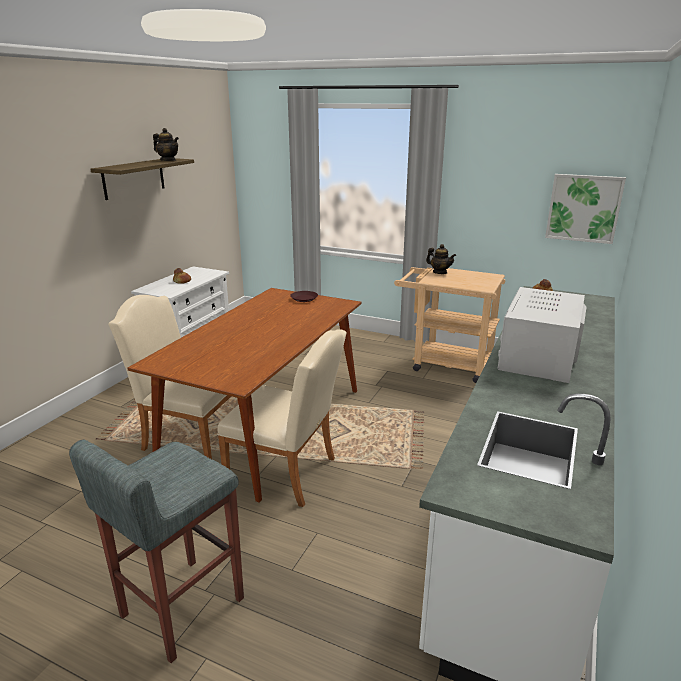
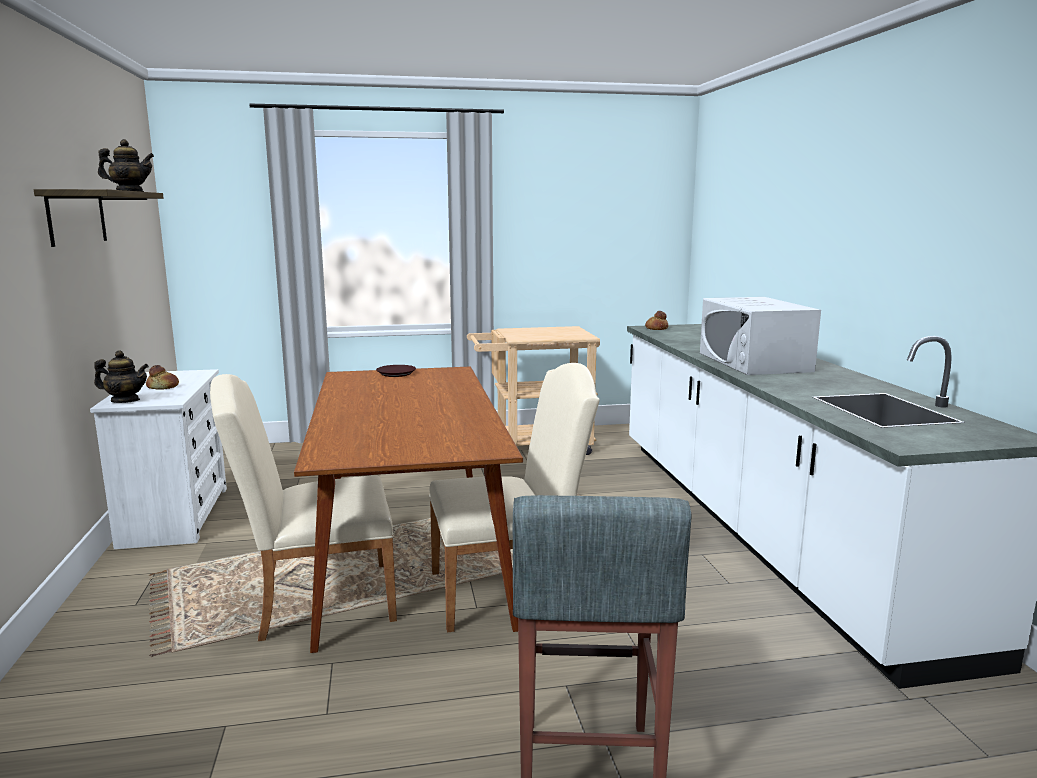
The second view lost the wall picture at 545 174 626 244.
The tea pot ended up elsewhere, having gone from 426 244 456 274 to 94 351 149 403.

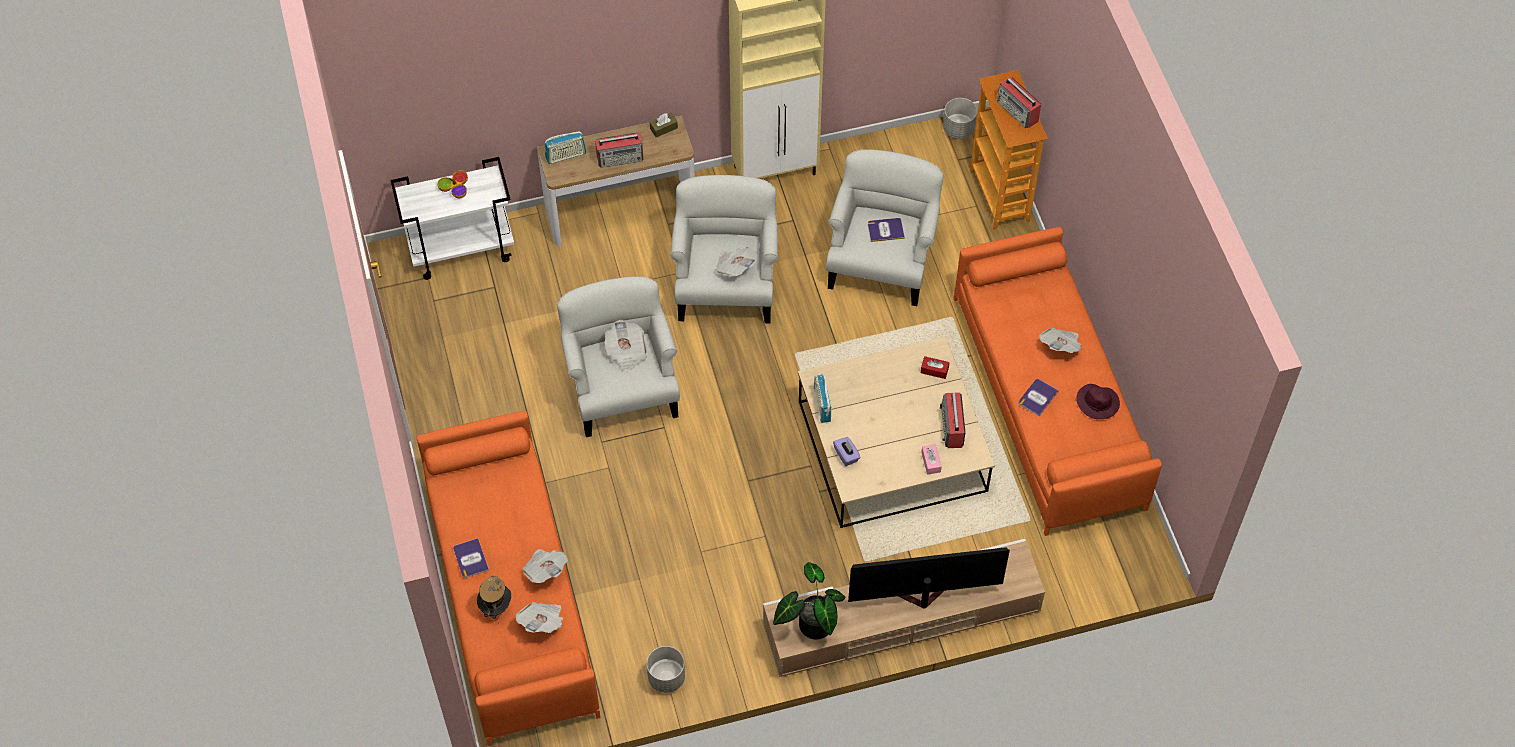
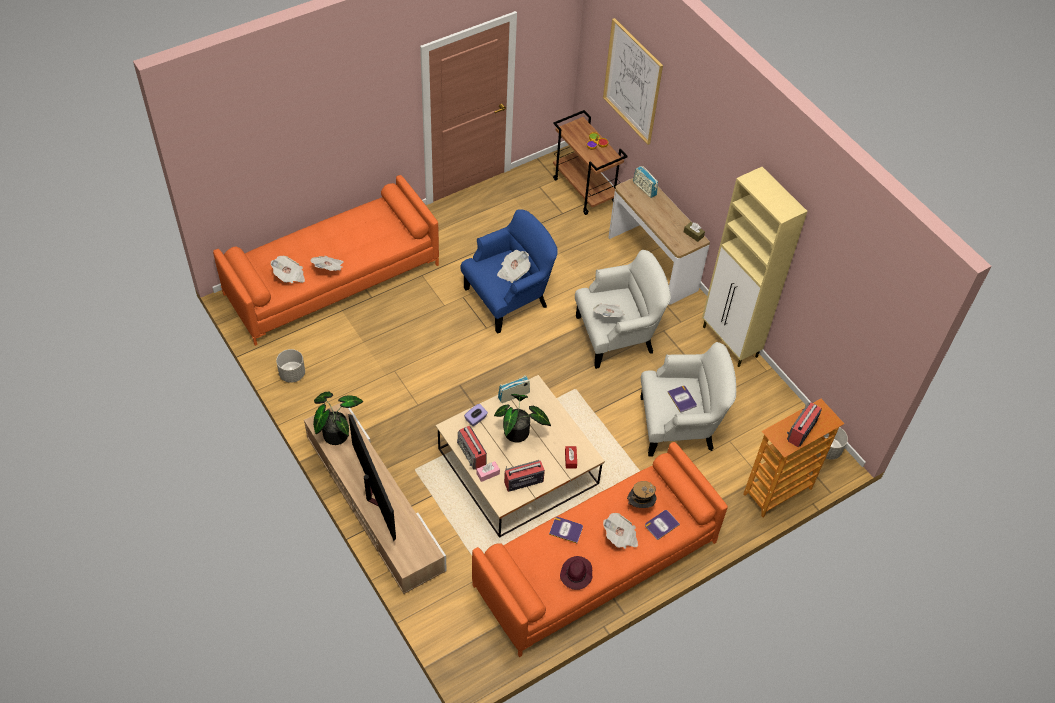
The radio receiver ended up elsewhere, having gone from 595 132 644 168 to 457 426 487 470.
What was the whitish trolley at 391 157 514 280 turned into the brownish trolley at 553 110 628 215.
What was the whitish lounge chair at 557 276 680 437 turned into the blue lounge chair at 460 209 558 334.
The book ended up elsewhere, having gone from 453 538 489 578 to 645 510 680 540.
The clothing hat ended up elsewhere, having gone from 477 576 511 619 to 627 481 656 510.
The second view gained the wall picture at 603 18 663 145.
The second view gained the potted plant at 494 394 551 443.

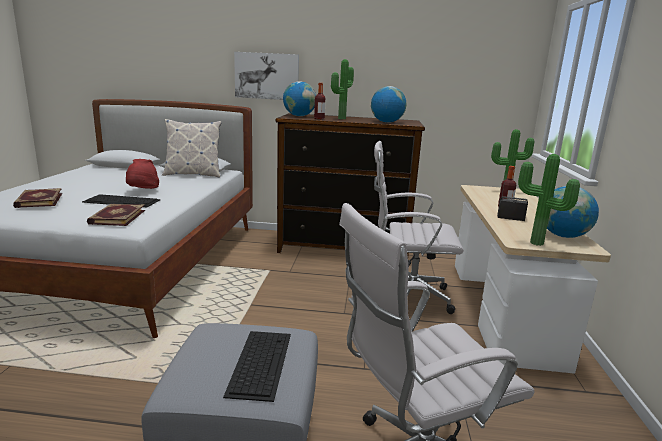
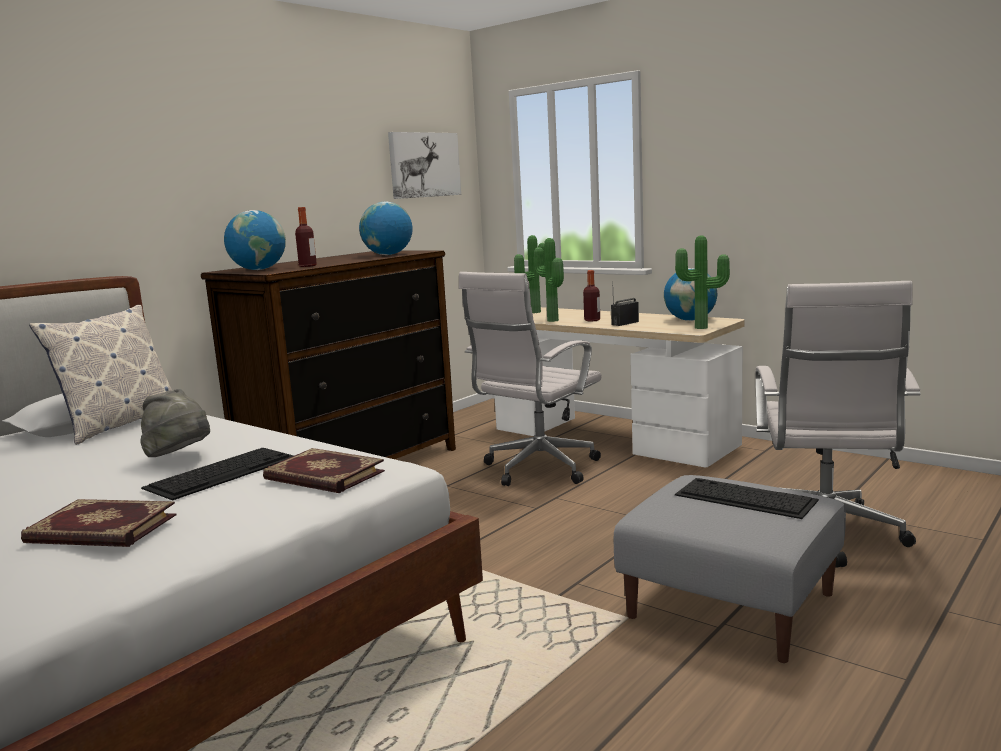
The wall picture ended up elsewhere, having gone from 234 52 299 100 to 388 132 461 199.
The potted plant ended up elsewhere, having gone from 331 59 354 119 to 534 238 564 322.
What was the reddish clothing hat at 126 159 159 189 turned into the grey clothing hat at 140 389 210 457.

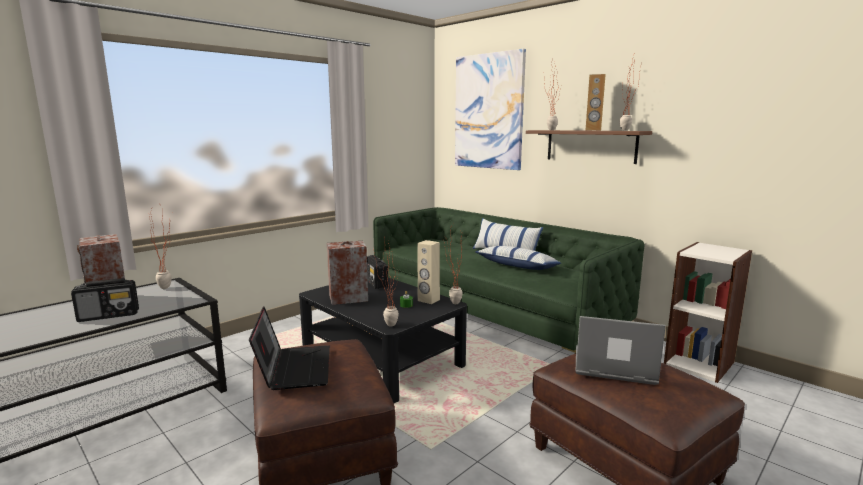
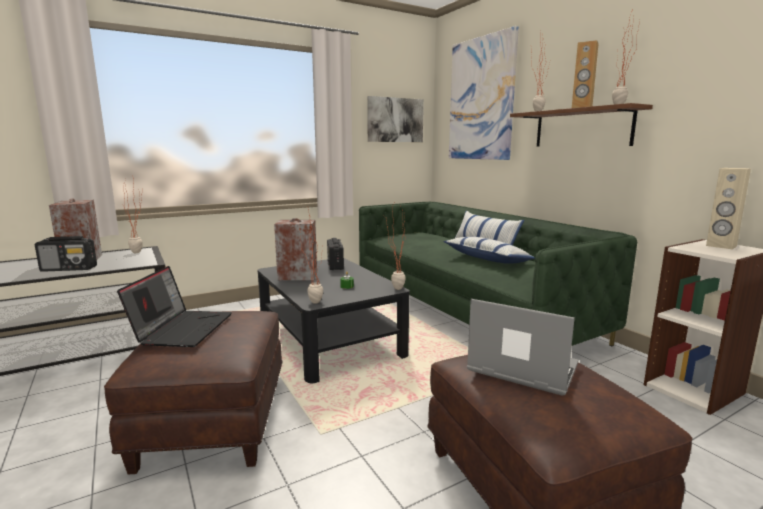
The beige loudspeaker ended up elsewhere, having gone from 417 240 440 304 to 706 168 751 249.
The second view gained the wall picture at 367 96 424 142.

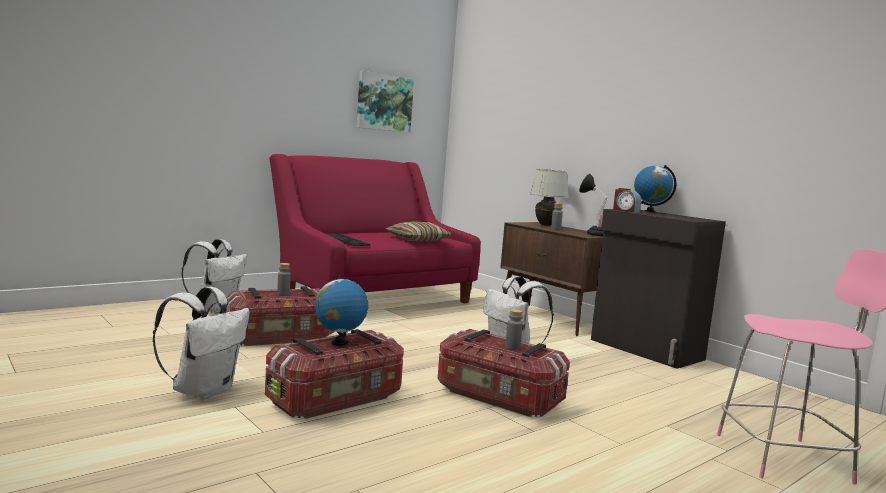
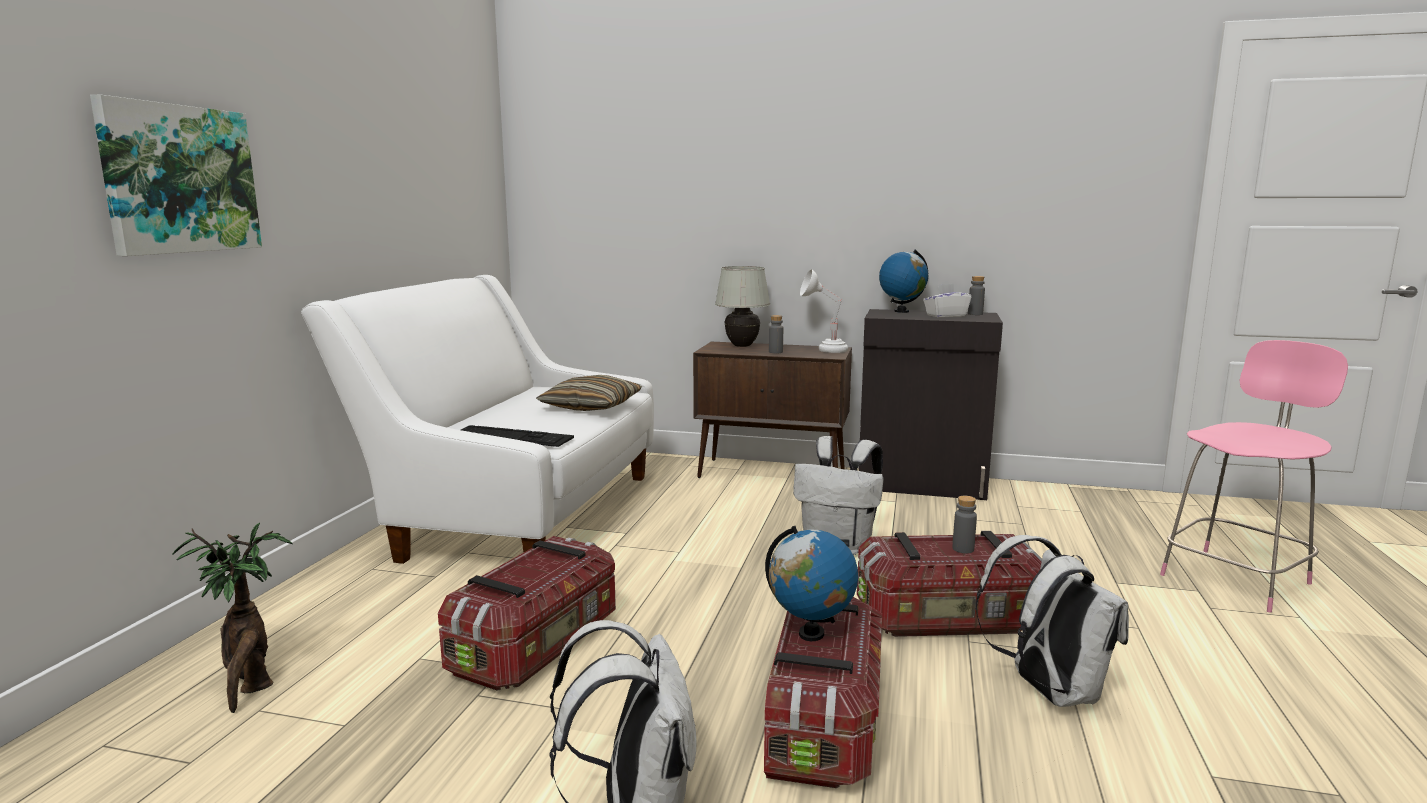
The wall picture ended up elsewhere, having gone from 357 71 414 133 to 90 94 262 256.
What was the reddish couch at 269 154 481 303 turned into the whitish couch at 301 275 654 564.
What was the black table lamp at 579 174 607 236 turned into the whitish table lamp at 800 269 848 353.
The second view lost the alarm clock at 613 188 641 212.
The whitish backpack ended up elsewhere, having gone from 181 239 247 314 to 975 535 1129 707.
The grey bottle ended up elsewhere, having gone from 277 263 291 296 to 968 276 985 315.
The second view gained the whitish tissue box at 923 283 971 318.
The second view gained the potted plant at 172 523 293 713.

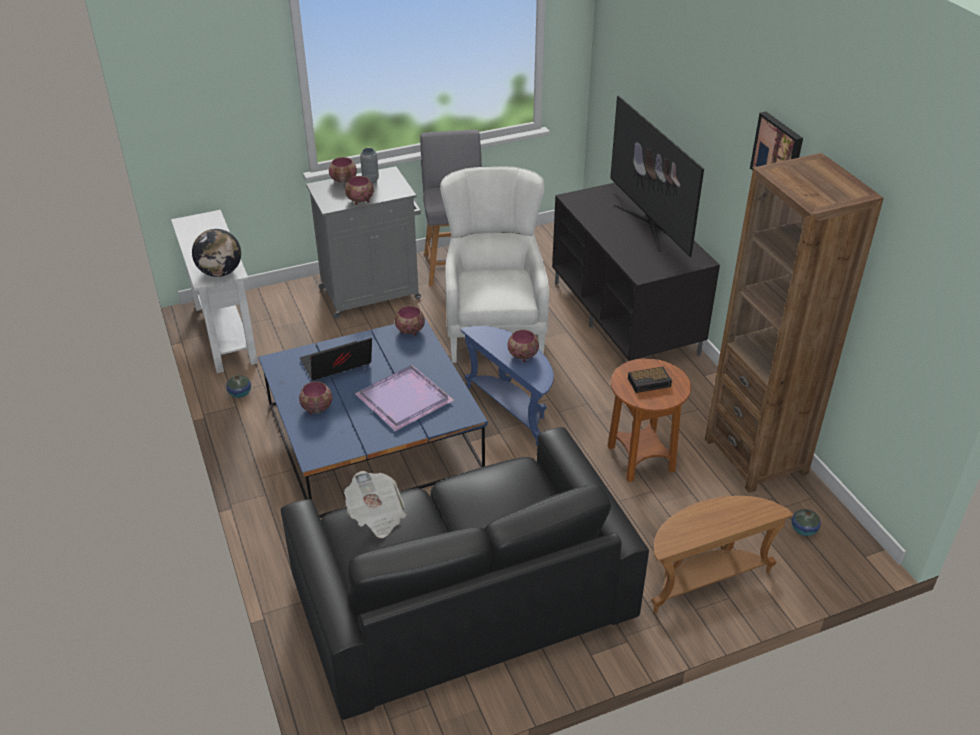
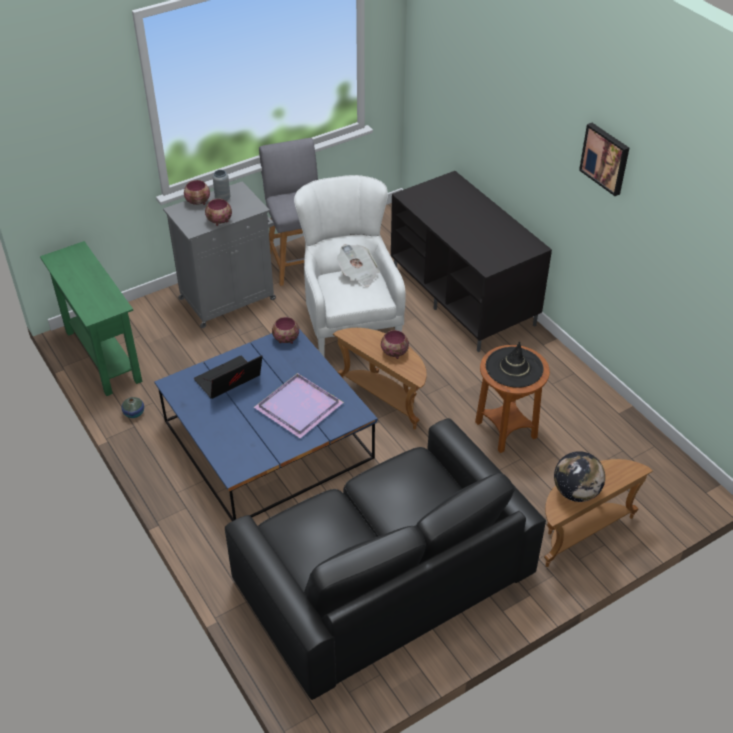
The second view lost the television at 610 96 704 257.
The second view lost the brownish bookshelf at 705 153 884 493.
What was the whitish console table at 171 210 258 373 turned into the green console table at 40 241 142 396.
The desk globe ended up elsewhere, having gone from 192 229 241 277 to 554 451 605 502.
What was the blue side table at 461 326 554 446 turned into the brownish side table at 333 328 427 430.
Where the alarm clock stood at 628 367 672 393, the black clothing hat came to stand at 486 342 544 388.
The second view lost the serving bowl at 299 381 332 415.
The daily paper ended up elsewhere, having gone from 344 471 406 538 to 337 244 380 287.
The second view lost the flower vase at 791 509 821 536.

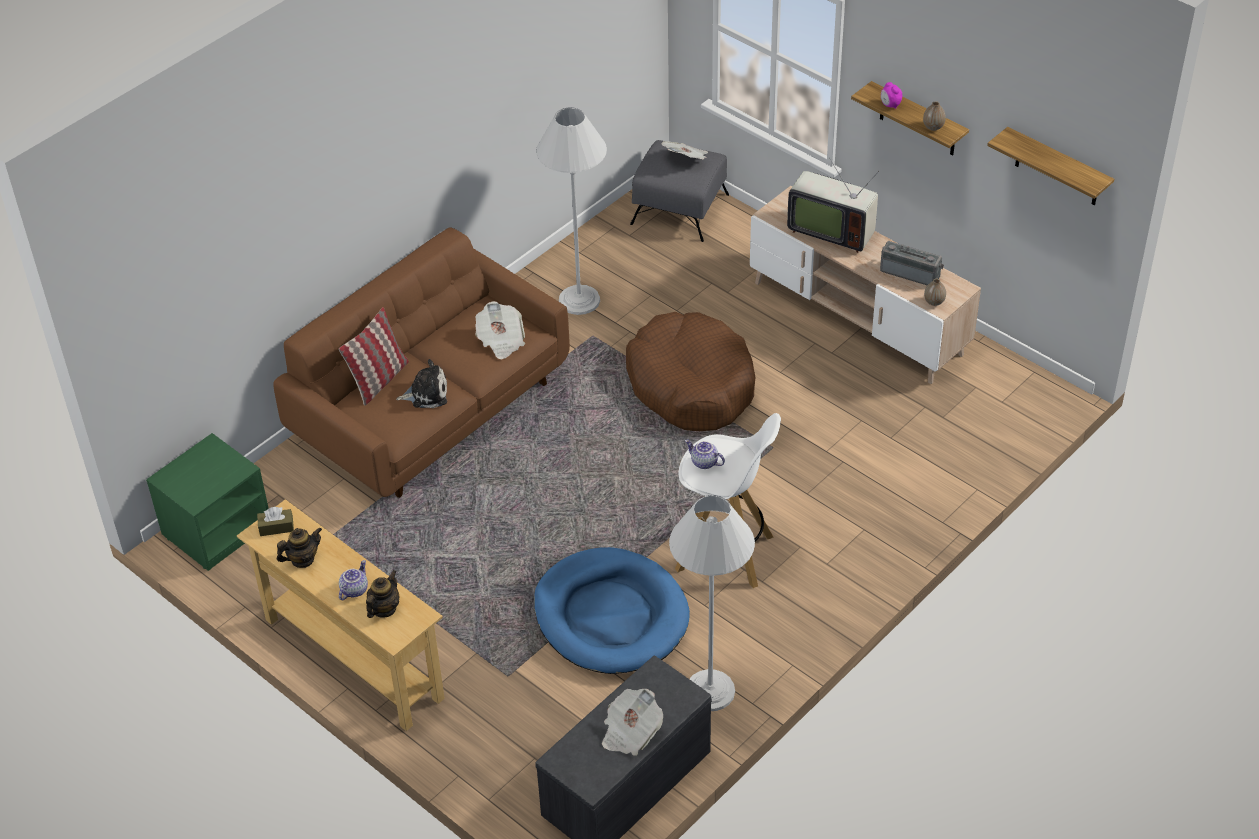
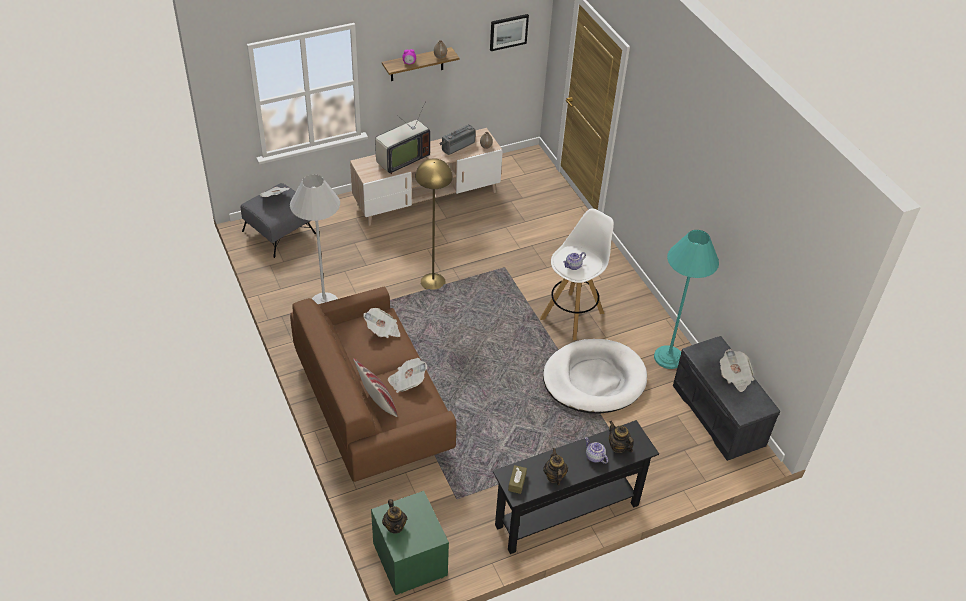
Where the shelf hung at 987 127 1114 205, the wall picture came to hang at 490 14 529 51.
Where the brownish pet bed stood at 626 312 755 431, the yellow floor lamp came to stand at 415 158 453 289.
Where the soft toy stood at 396 359 447 408, the daily paper came to stand at 388 358 428 393.
What was the whitish floor lamp at 669 495 755 711 turned into the turquoise floor lamp at 654 230 719 369.
What was the beige console table at 237 499 445 731 turned into the black console table at 493 420 659 554.
What was the blue pet bed at 534 547 690 674 turned into the whitish pet bed at 543 339 647 414.
The second view gained the tea pot at 382 499 407 534.

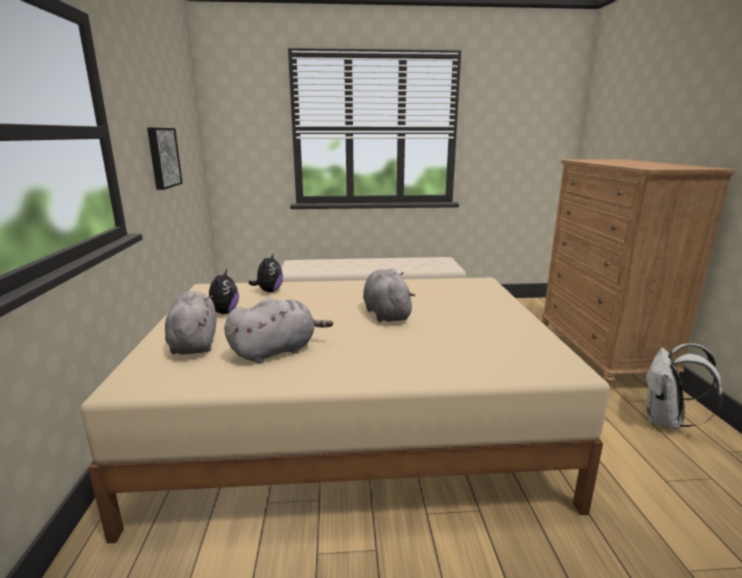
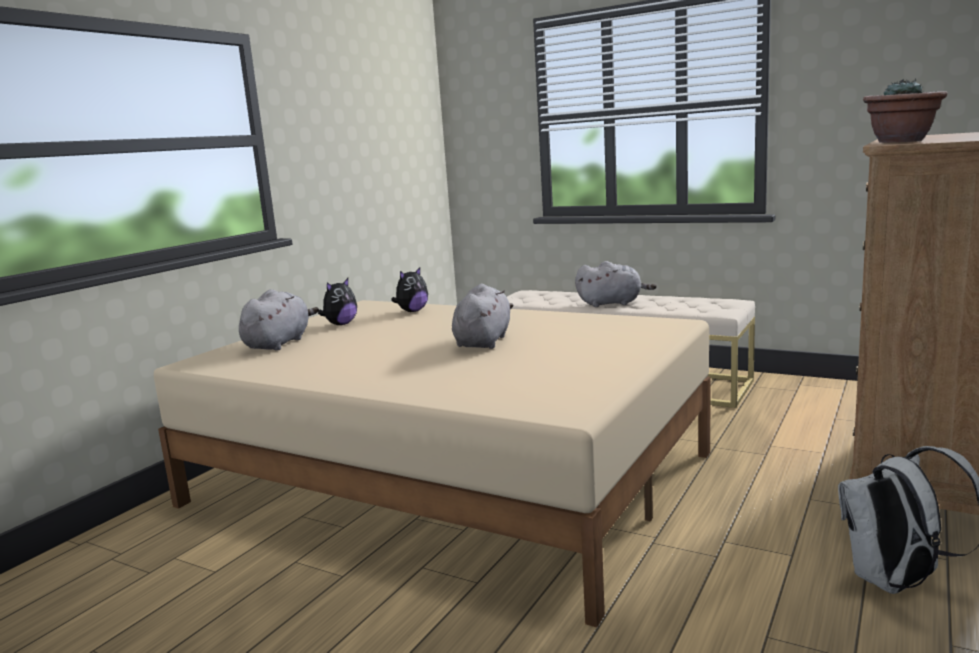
The second view lost the wall picture at 147 128 183 190.
The grey soft toy ended up elsewhere, having gone from 224 298 333 364 to 575 261 657 307.
The second view gained the potted plant at 863 79 948 142.

